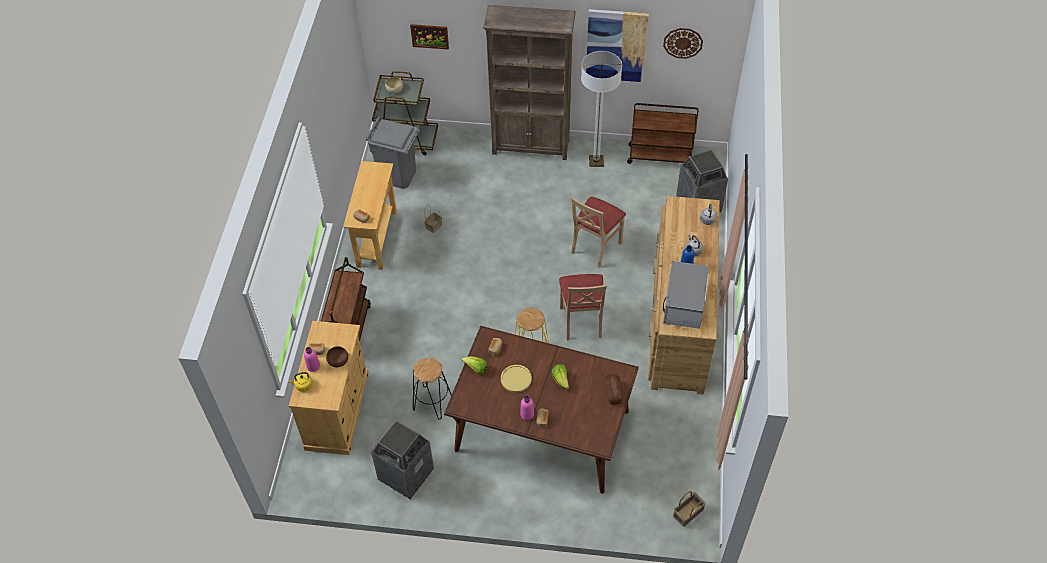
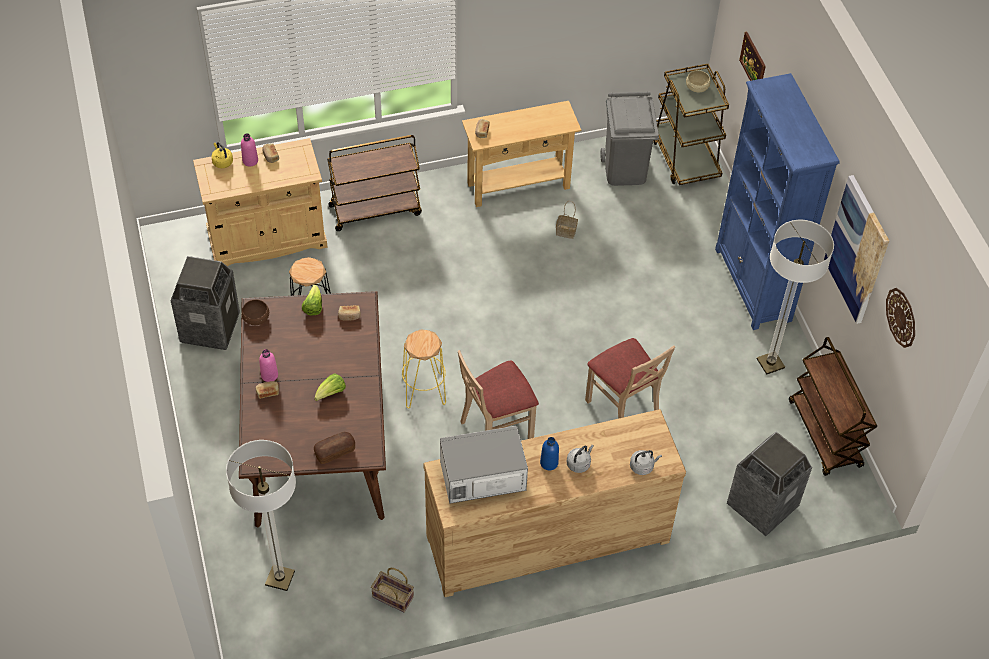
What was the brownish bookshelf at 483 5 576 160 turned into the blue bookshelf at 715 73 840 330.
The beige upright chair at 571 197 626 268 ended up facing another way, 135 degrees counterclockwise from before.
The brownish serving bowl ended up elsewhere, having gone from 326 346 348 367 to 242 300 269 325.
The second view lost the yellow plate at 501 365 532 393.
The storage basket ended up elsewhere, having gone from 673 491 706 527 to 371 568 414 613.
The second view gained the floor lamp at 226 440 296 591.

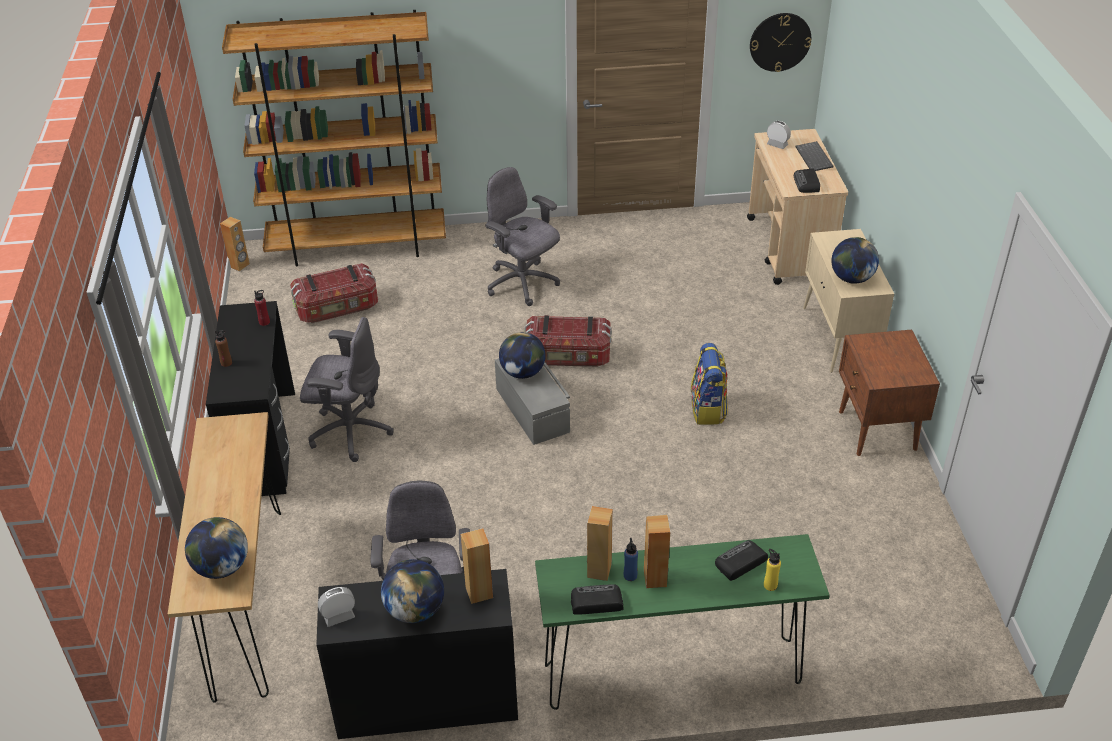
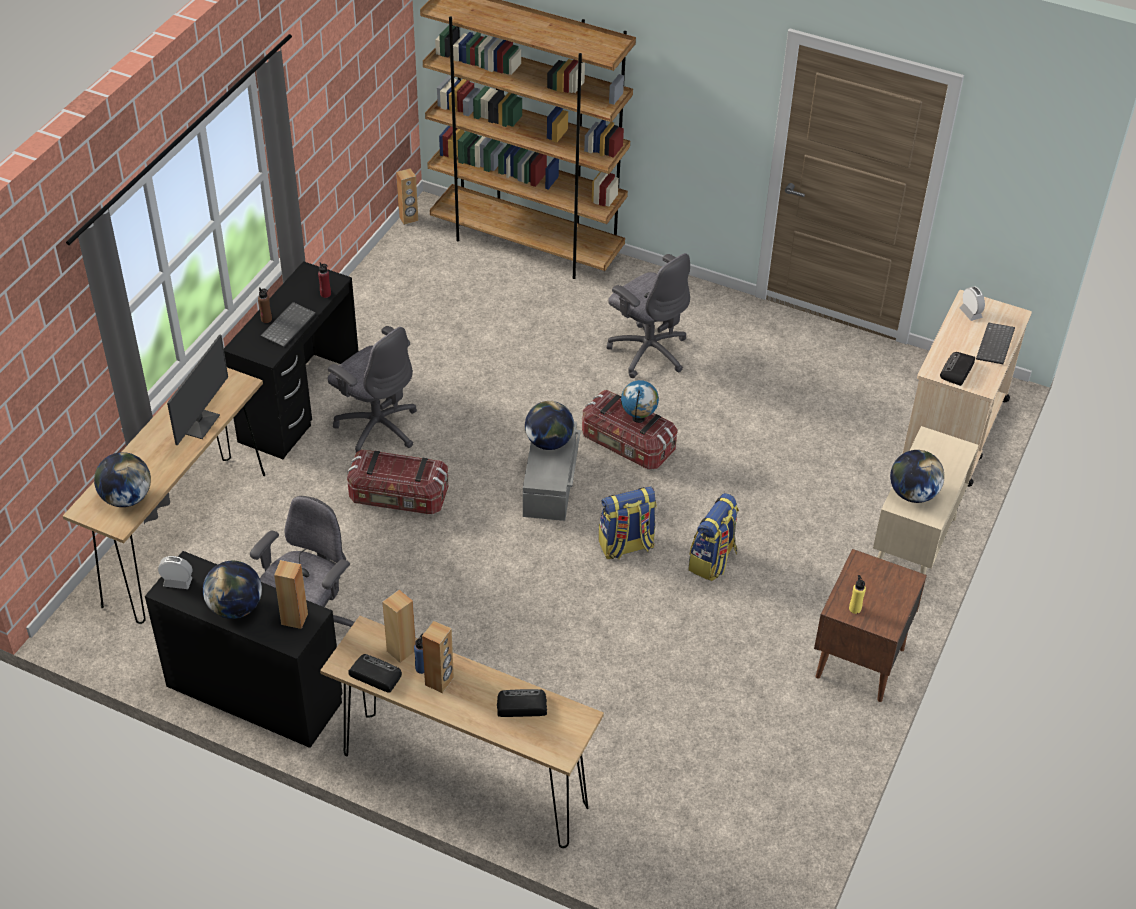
The second view lost the wall clock at 750 13 811 72.
The grey computer chair at 486 167 560 306 ended up facing another way, 150 degrees clockwise from before.
The storage box ended up elsewhere, having gone from 290 263 378 323 to 347 449 449 514.
What was the green console table at 535 534 830 710 turned into the brownish console table at 320 616 604 848.
The yellow bottle ended up elsewhere, having gone from 764 549 781 591 to 849 575 866 614.
The second view gained the keyboard at 260 302 316 348.
The second view gained the computer display at 167 334 228 446.
The second view gained the desk globe at 621 380 659 423.
The second view gained the backpack at 599 486 657 559.

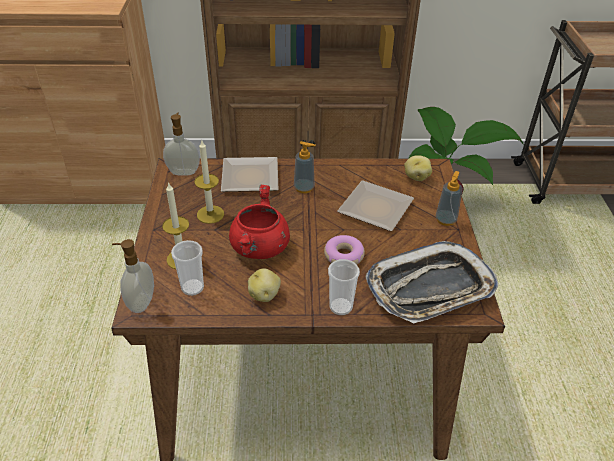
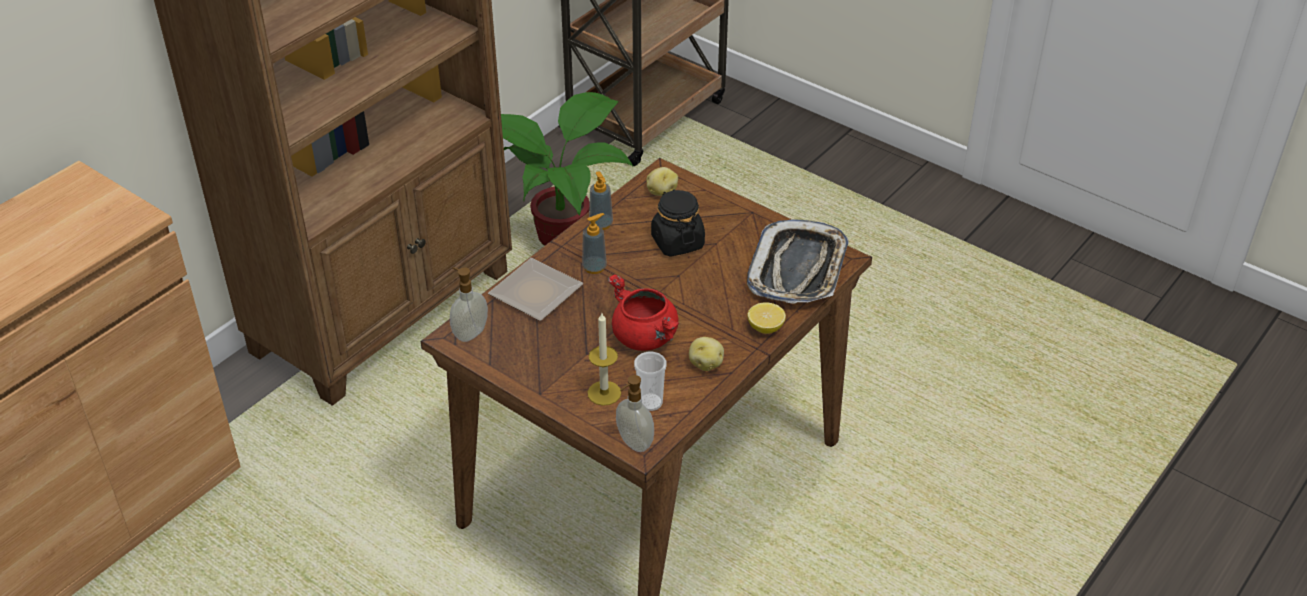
The second view lost the wax light at 194 139 224 224.
The soap dispenser ended up elsewhere, having gone from 436 171 463 226 to 589 171 613 230.
Where the plate stood at 337 180 414 231, the black jar came to stand at 651 189 705 257.
The second view lost the donut at 324 235 365 264.
Where the small cup stood at 328 259 360 315, the lemon came to stand at 747 302 786 334.

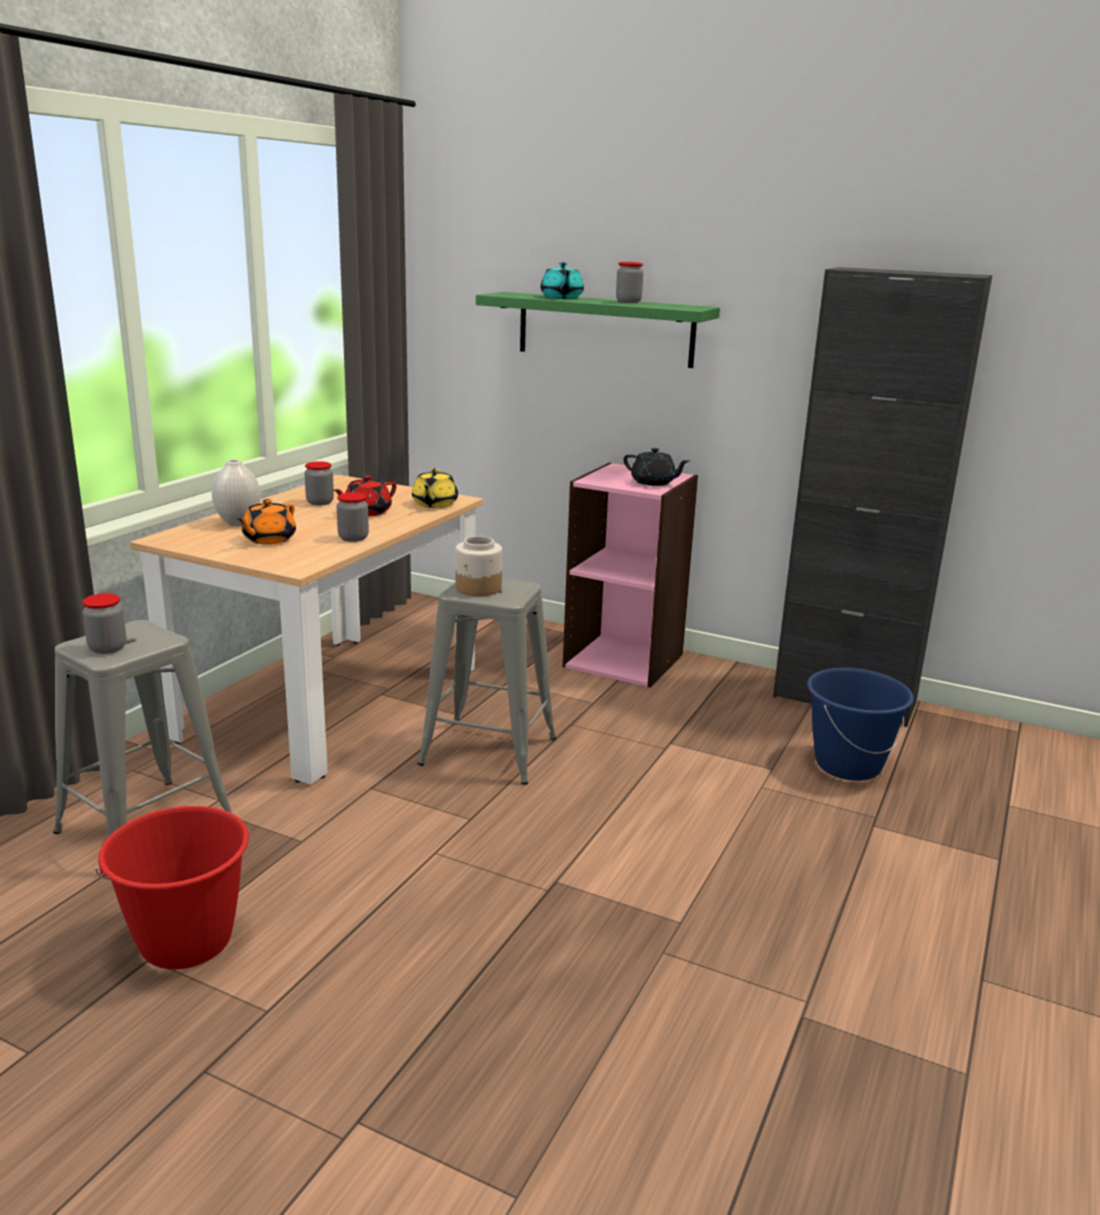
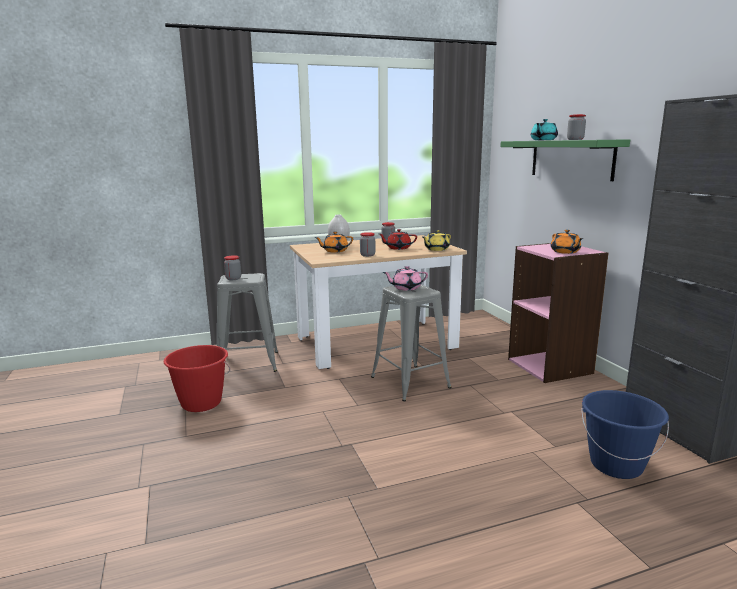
What was the black tea pot at 624 448 690 486 turned into the orangey tea pot at 551 230 583 254.
Where the jar stood at 456 536 502 596, the pink-coloured tea pot came to stand at 383 266 428 291.

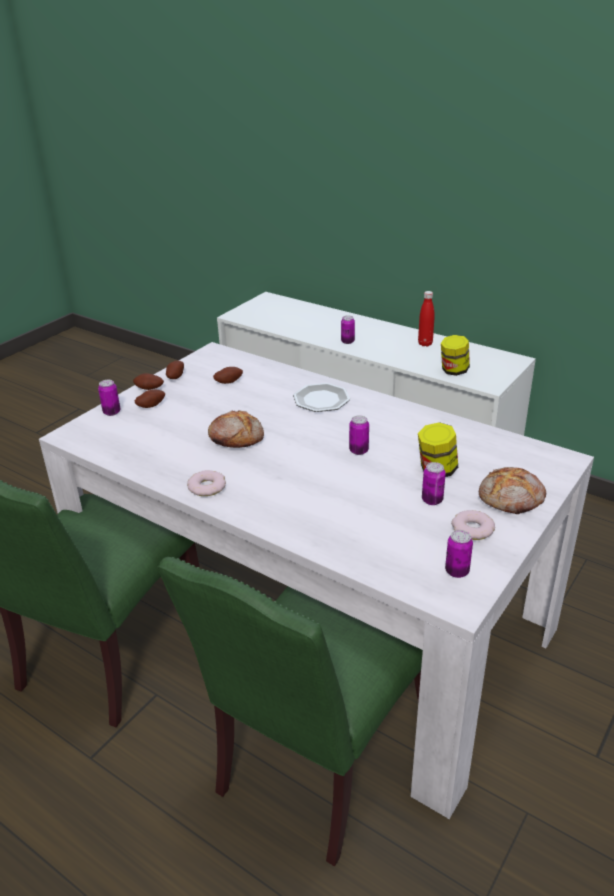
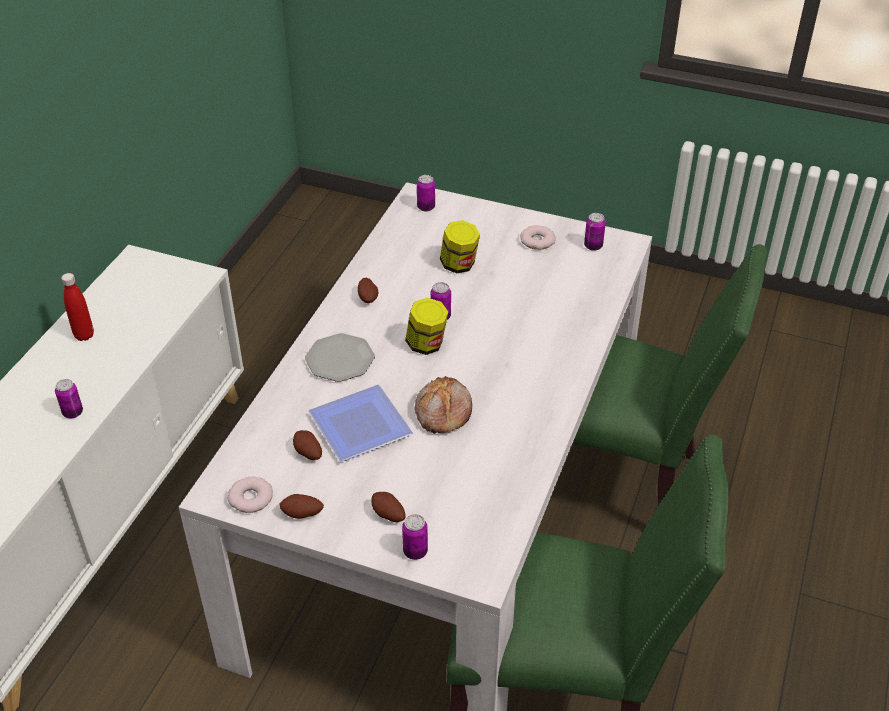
The jar ended up elsewhere, having gone from 441 335 470 376 to 405 298 448 355.
The whole potato ended up elsewhere, having gone from 133 373 164 390 to 358 278 378 303.
The sealed can ended up elsewhere, having gone from 422 462 446 505 to 417 175 435 212.
The second view lost the baked bread at 479 467 546 514.
The donut ended up elsewhere, having gone from 187 470 226 496 to 228 477 273 513.
The second view gained the plate at 309 385 413 462.

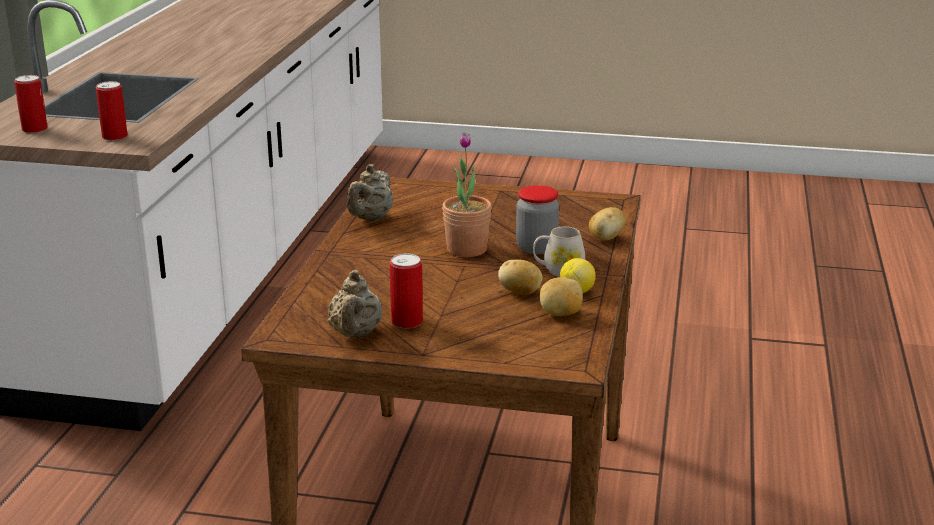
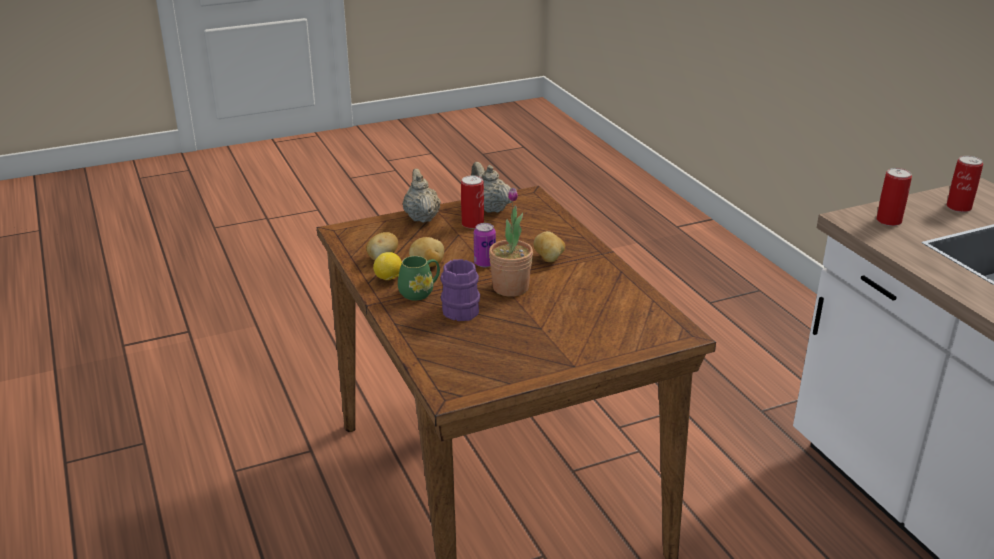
The beige tea pot ended up elsewhere, having gone from 347 164 393 221 to 403 169 441 223.
Where the jar stood at 516 185 559 254, the purplish coffee mug came to stand at 440 259 480 321.
The whole potato ended up elsewhere, having gone from 589 207 626 241 to 534 231 565 262.
What was the whitish coffee mug at 533 226 585 277 turned into the green coffee mug at 398 256 440 300.
The second view gained the sealed can at 474 223 496 267.

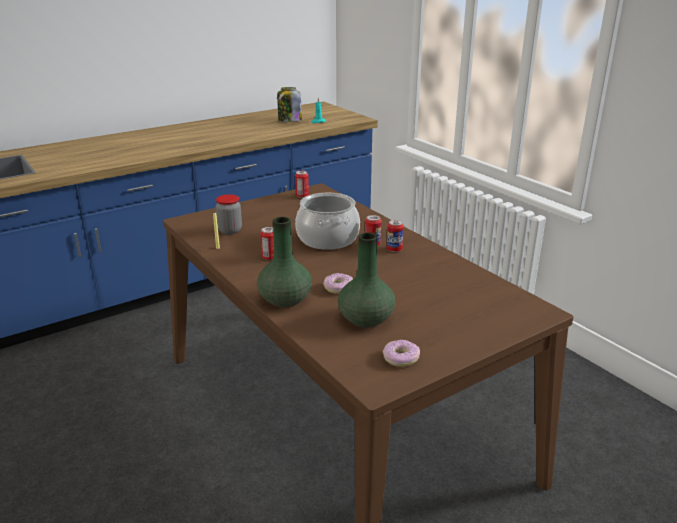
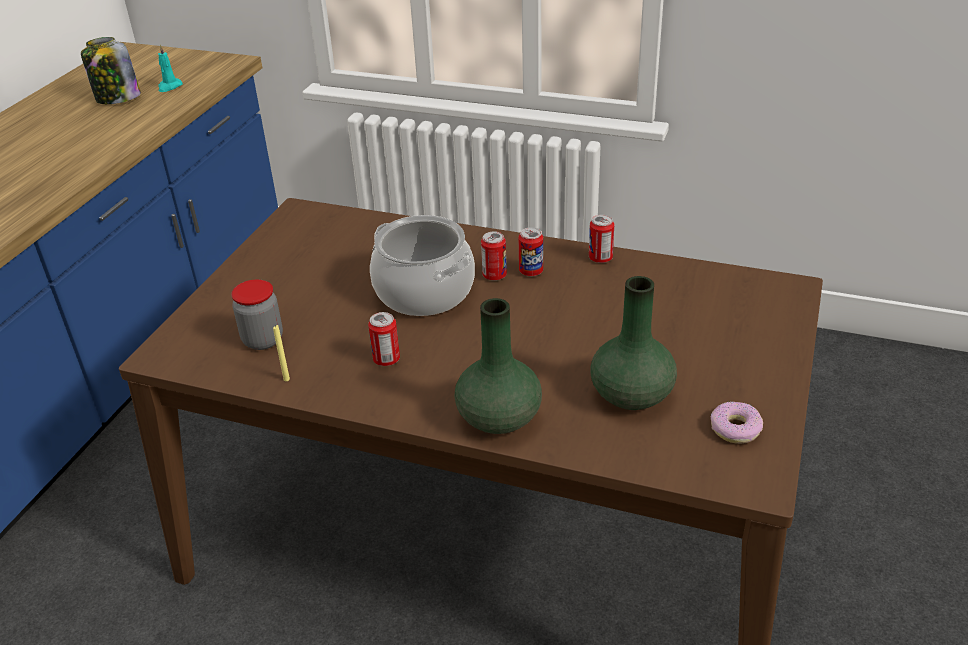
The sealed can ended up elsewhere, having gone from 295 171 309 198 to 589 215 614 263.
The second view lost the donut at 323 273 353 294.

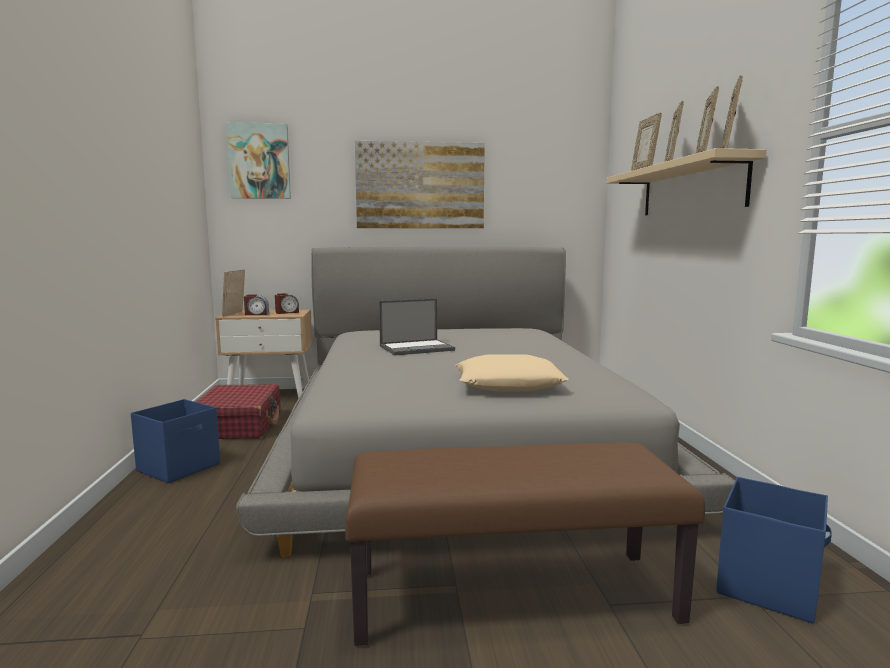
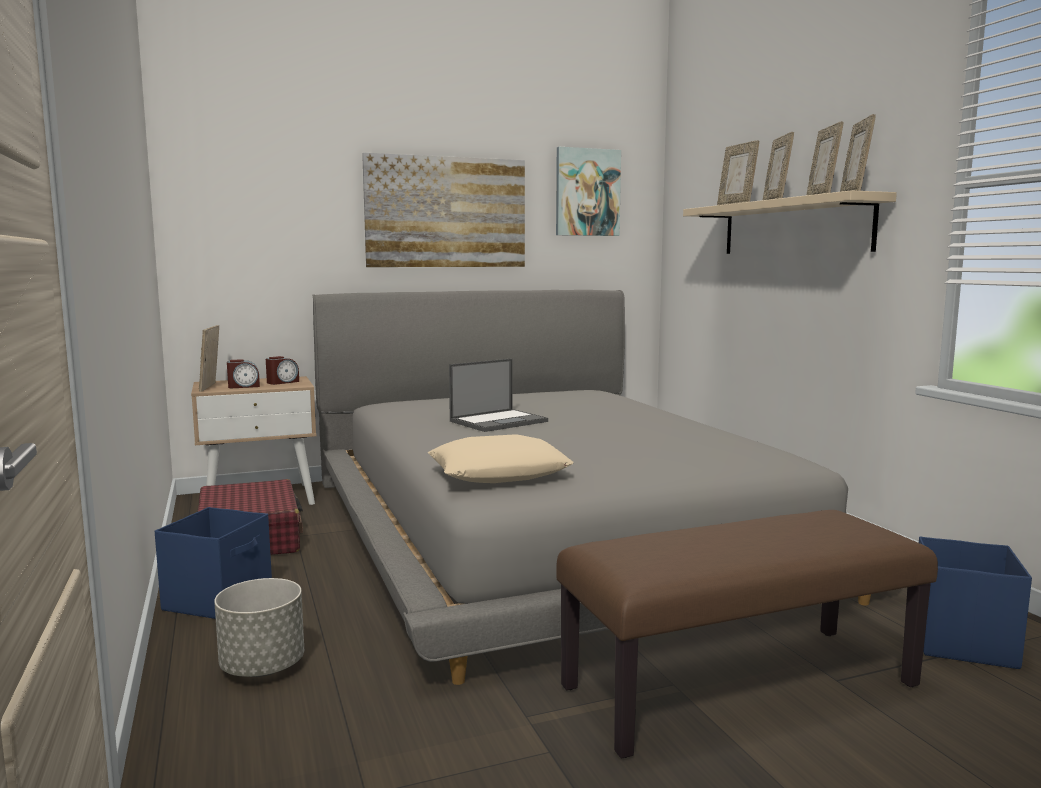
The wall picture ended up elsewhere, having gone from 226 122 291 199 to 556 147 621 236.
The beige pillow ended up elsewhere, having gone from 455 354 568 392 to 428 434 573 483.
The second view gained the grey planter at 214 578 304 677.

